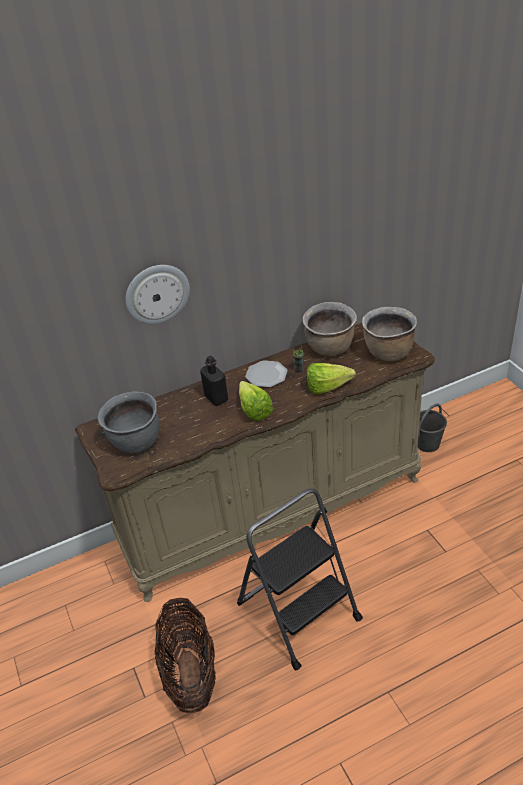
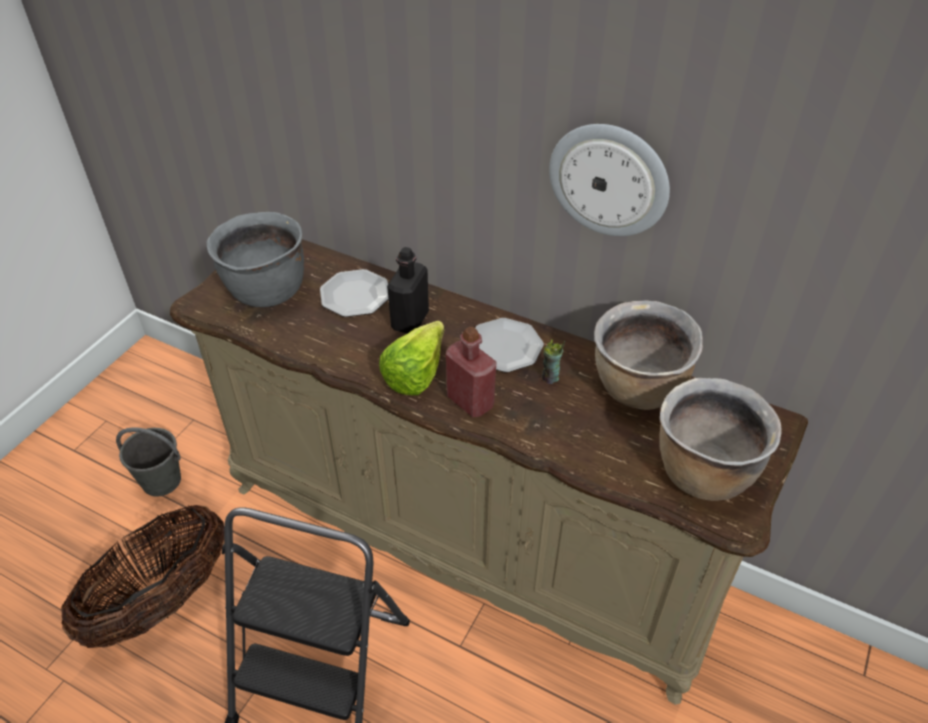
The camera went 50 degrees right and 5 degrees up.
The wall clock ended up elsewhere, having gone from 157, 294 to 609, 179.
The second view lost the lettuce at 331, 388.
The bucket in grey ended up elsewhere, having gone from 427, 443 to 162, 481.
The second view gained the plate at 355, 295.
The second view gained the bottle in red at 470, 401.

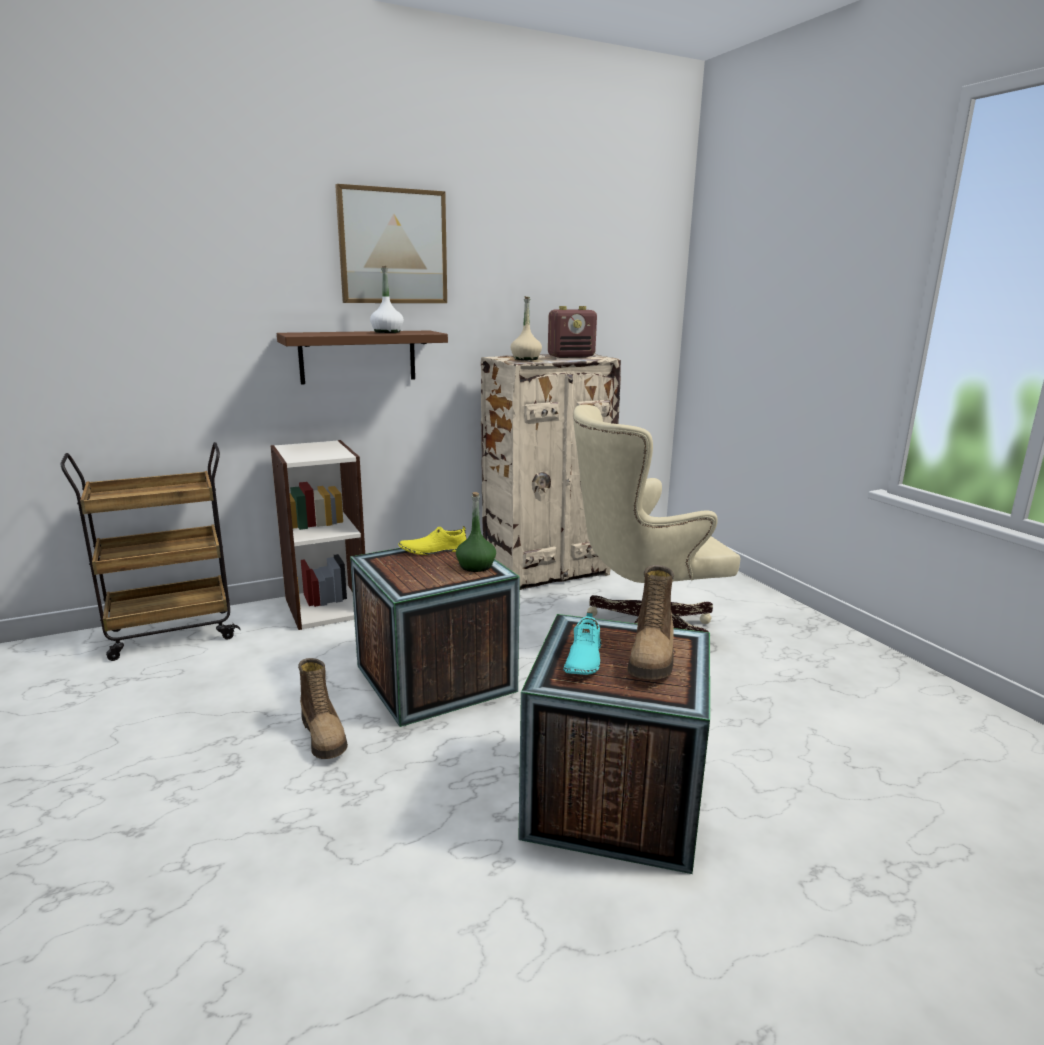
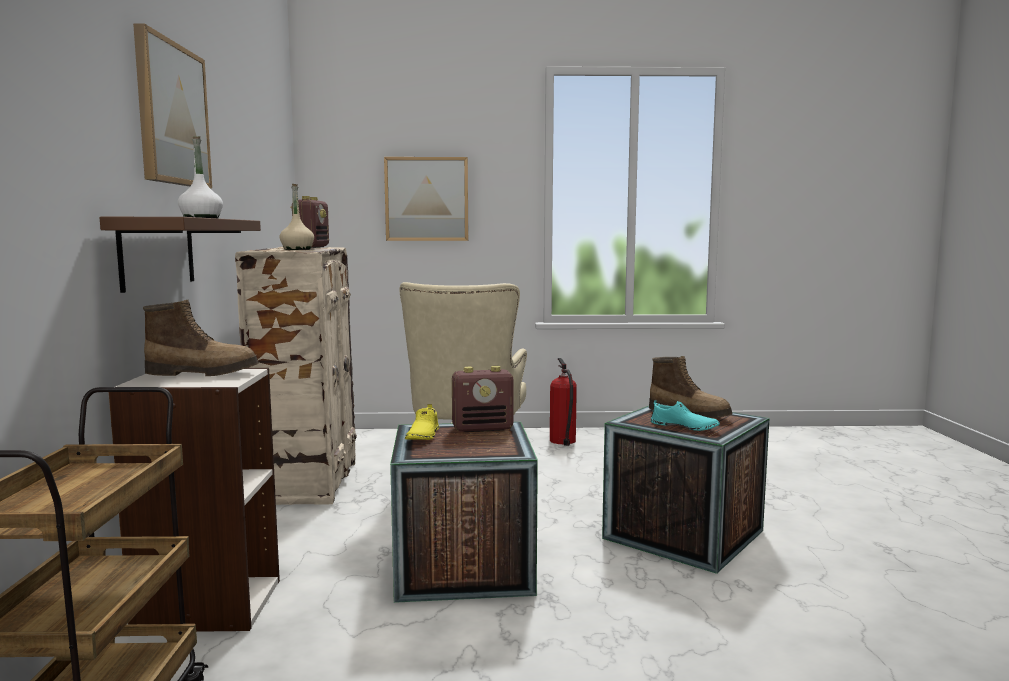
The camera went 65 degrees left and 10 degrees down.
Where the bottle in green stood at 476, 566, the radio came to stand at 483, 428.
The boot ended up elsewhere, having gone from 324, 735 to 203, 373.
The second view gained the picture at 427, 199.
The second view gained the fire extinguisher at 563, 441.

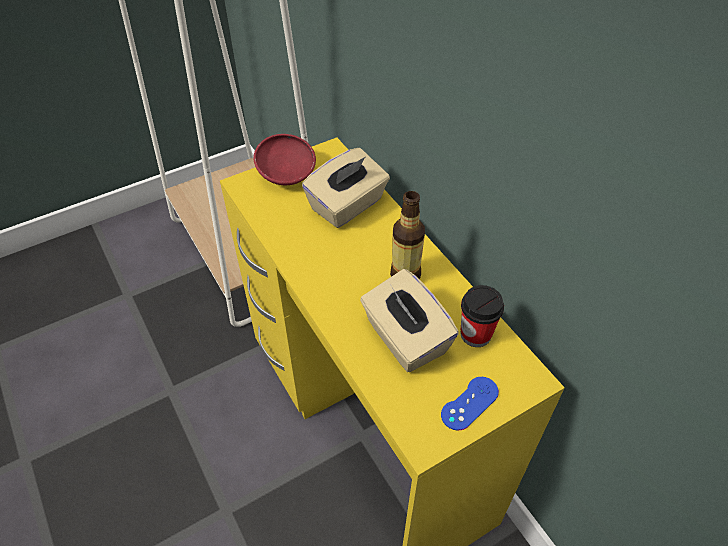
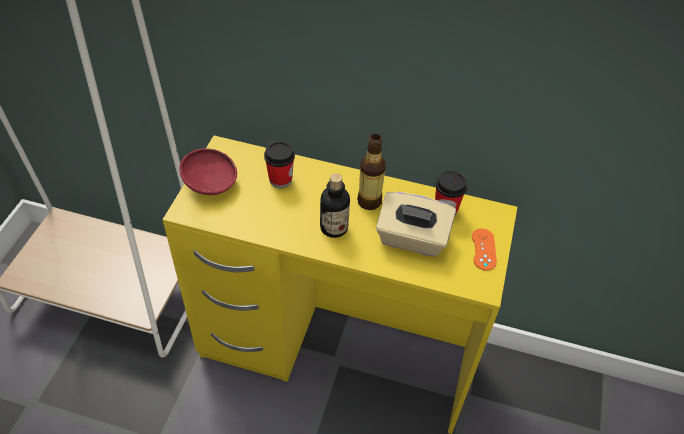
The camera went 45 degrees left and 0 degrees up.
Where the tissue box in beige stood at 347, 206, the cup came to stand at 280, 179.
What was the game controller in blue at 469, 403 turned into the game controller in orange at 483, 249.
The second view gained the bottle at 334, 228.

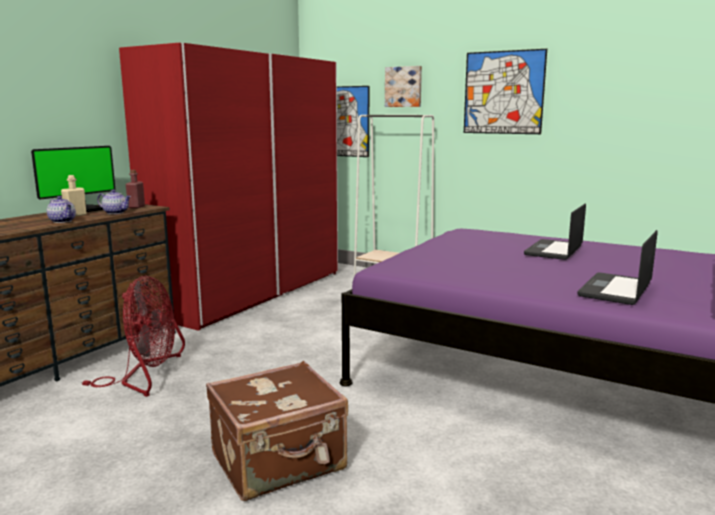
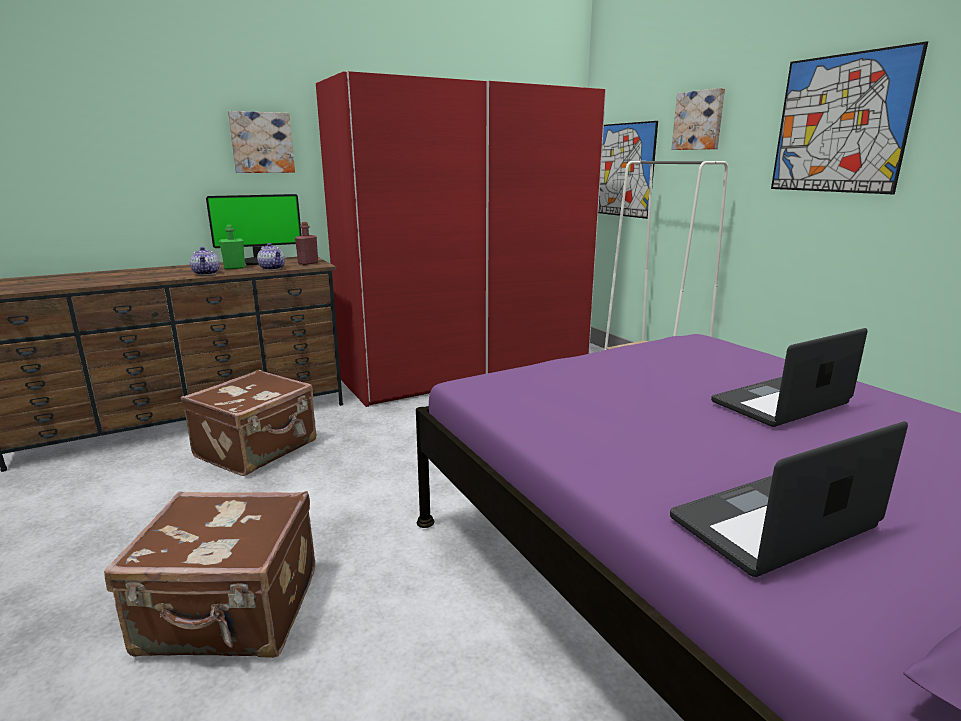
The camera went 30 degrees right and 5 degrees up.
What was the bottle in beige at 75, 215 turned into the bottle in green at 234, 268.
Where the fan in red stood at 144, 376, the suitcase in brown came to stand at 258, 449.
The second view gained the picture at 261, 143.

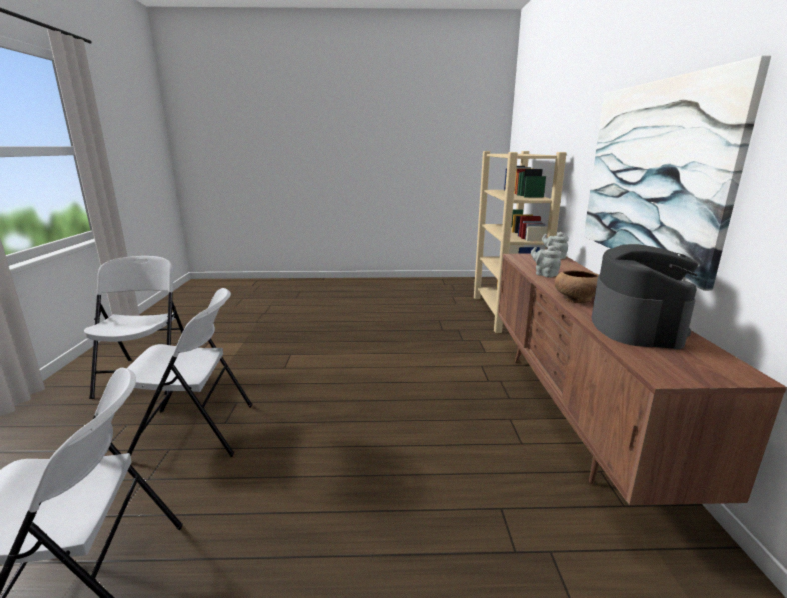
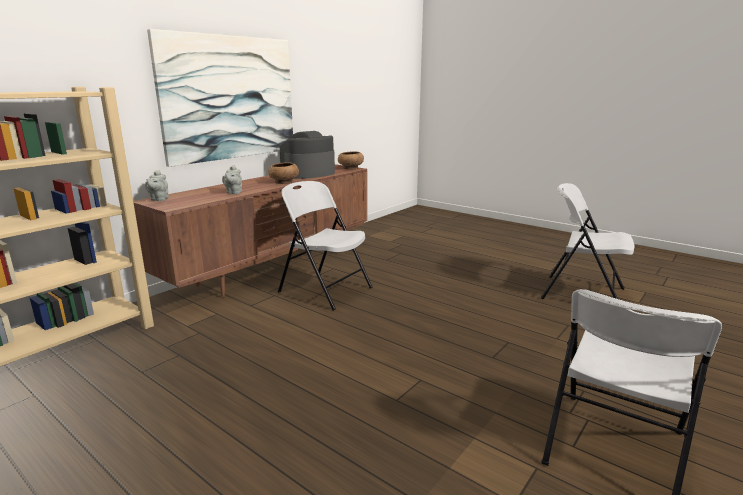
The camera went 140 degrees left and 0 degrees up.
The chair in white ended up elsewhere, having gone from 194, 432 to 325, 289.
The second view gained the bowl in brown at 350, 168.

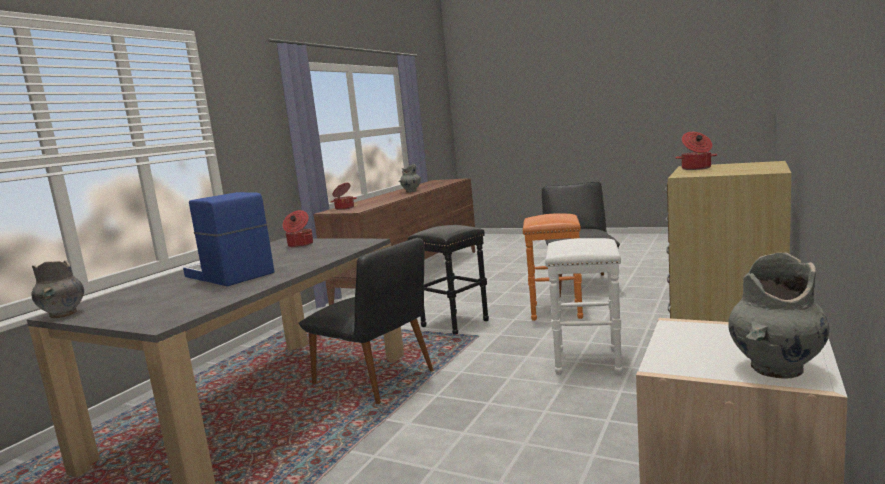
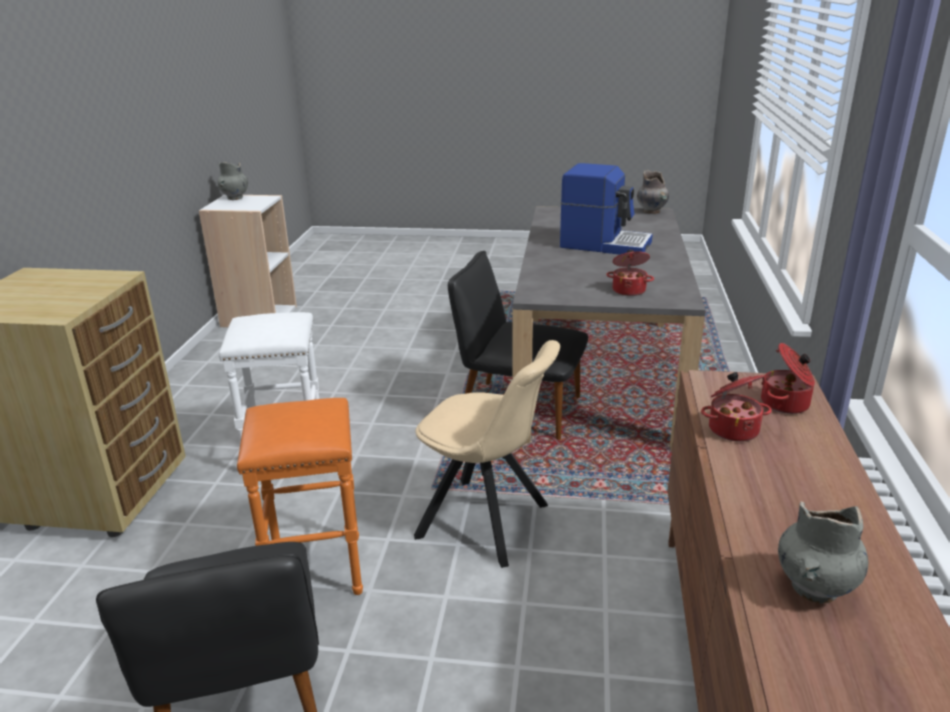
The camera went 160 degrees right and 15 degrees up.
The cooking pot ended up elsewhere, having gone from 696, 168 to 732, 429.
Where the stool in black stood at 454, 322, the chair in beige came to stand at 486, 521.

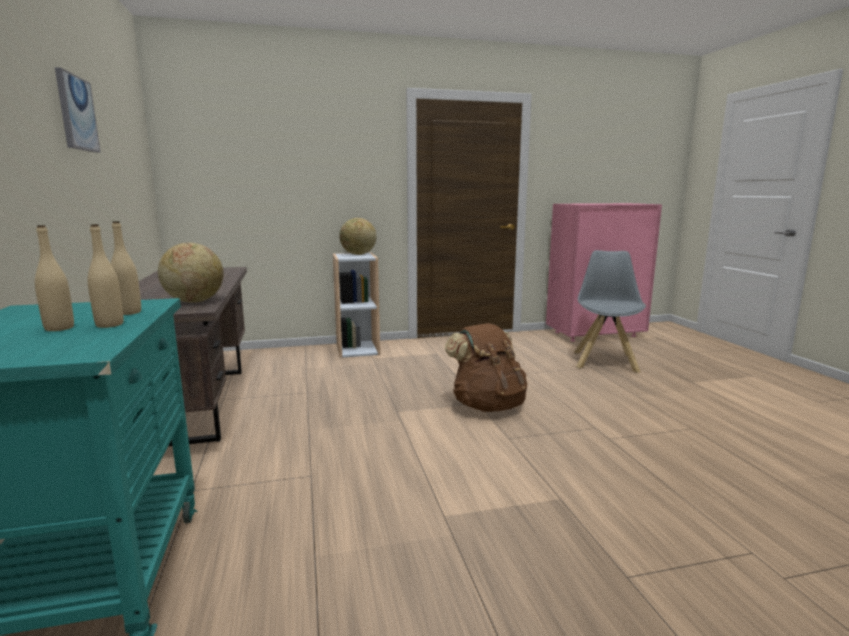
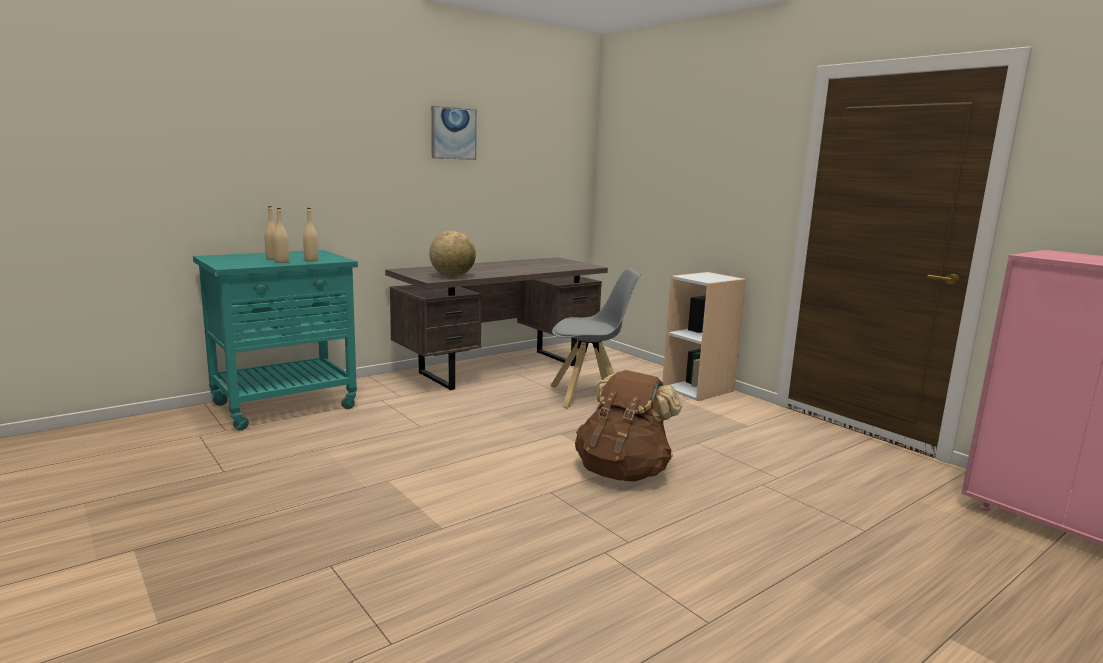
The camera went 65 degrees right and 0 degrees up.
The second view lost the globe at 358, 254.
The chair in grey ended up elsewhere, having gone from 605, 361 to 590, 395.

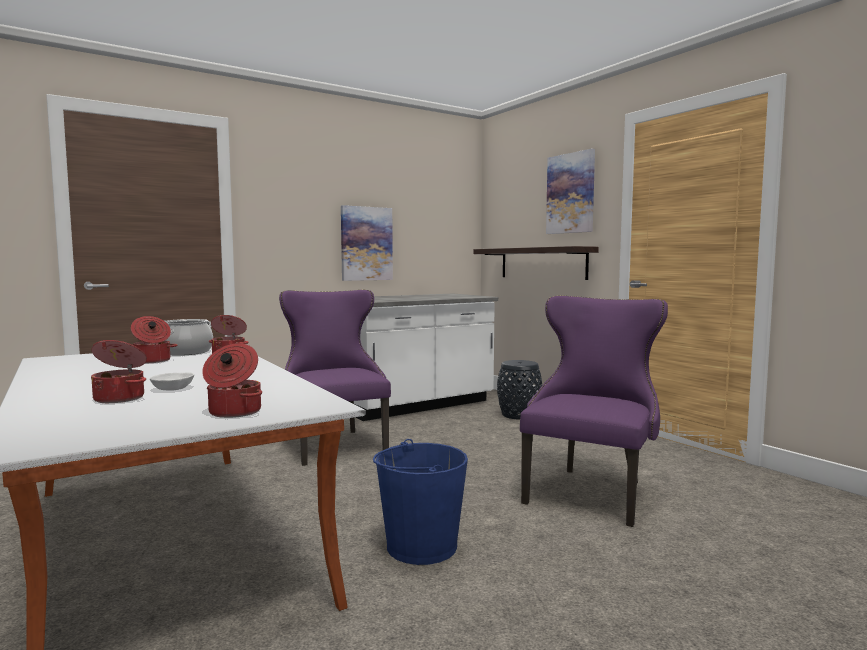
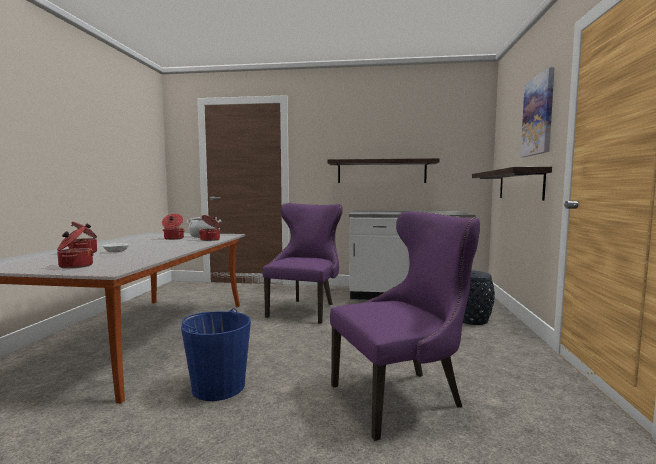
The camera went 40 degrees right and 0 degrees up.
Where the picture hung at 366, 243, the shelf came to hang at 381, 171.

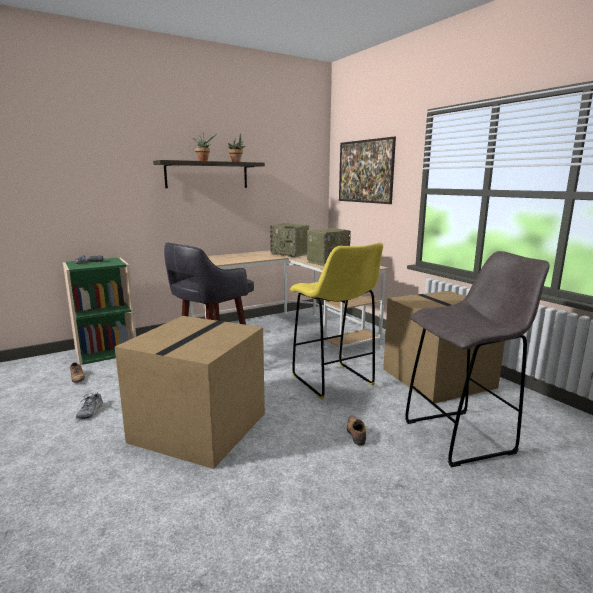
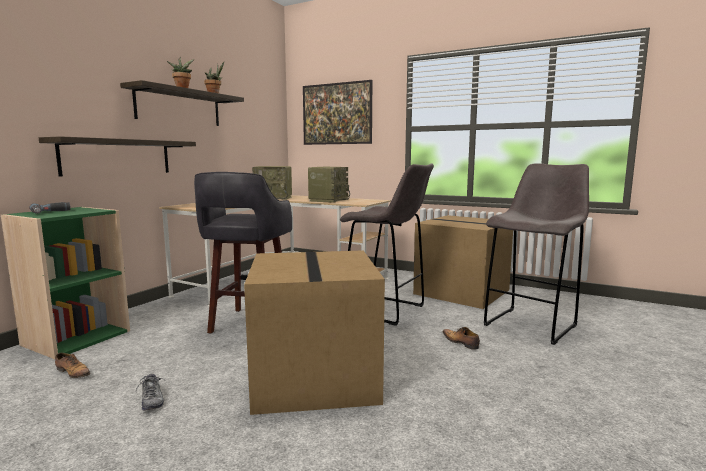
The camera went 30 degrees left and 5 degrees down.
What was the stool in yellow at 333, 381 turned into the stool in grey at 386, 310.
The second view gained the shelf at 117, 157.

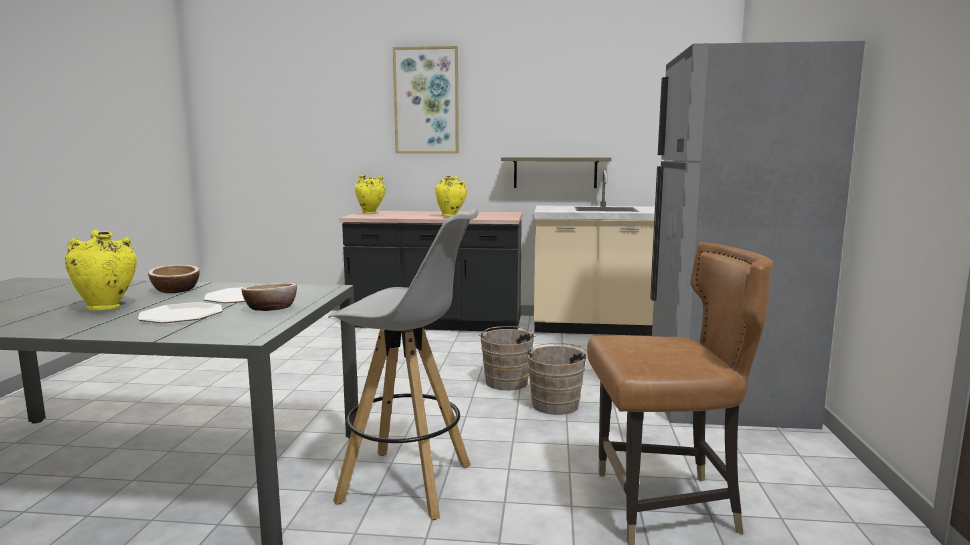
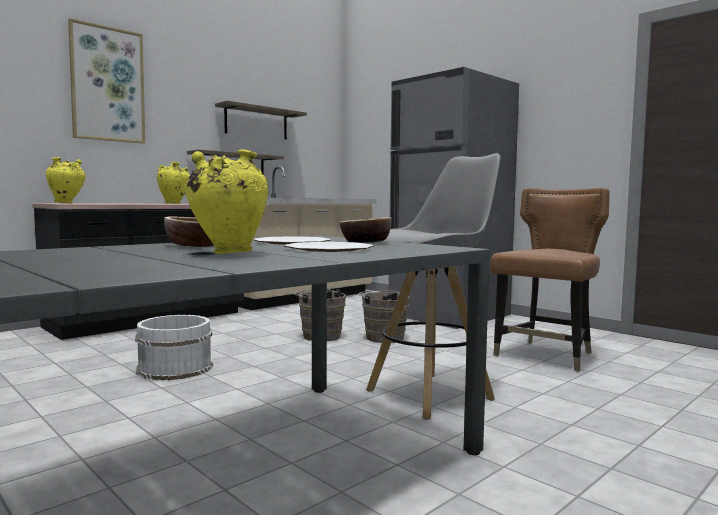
The camera went 50 degrees left and 5 degrees down.
The second view gained the shelf at 256, 123.
The second view gained the bucket in white at 174, 368.

